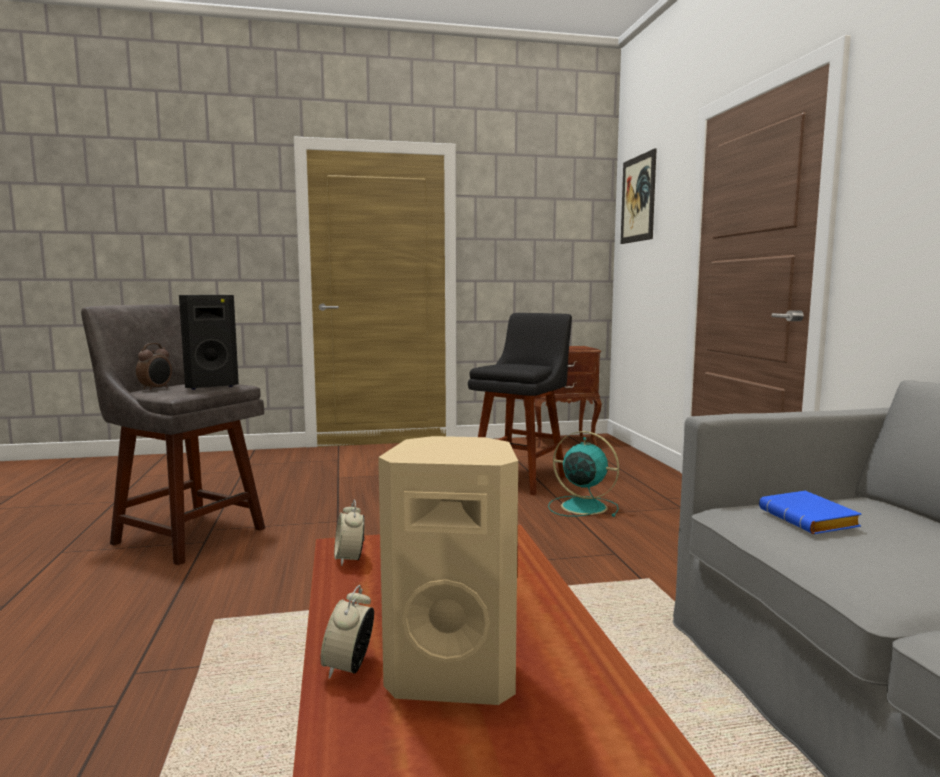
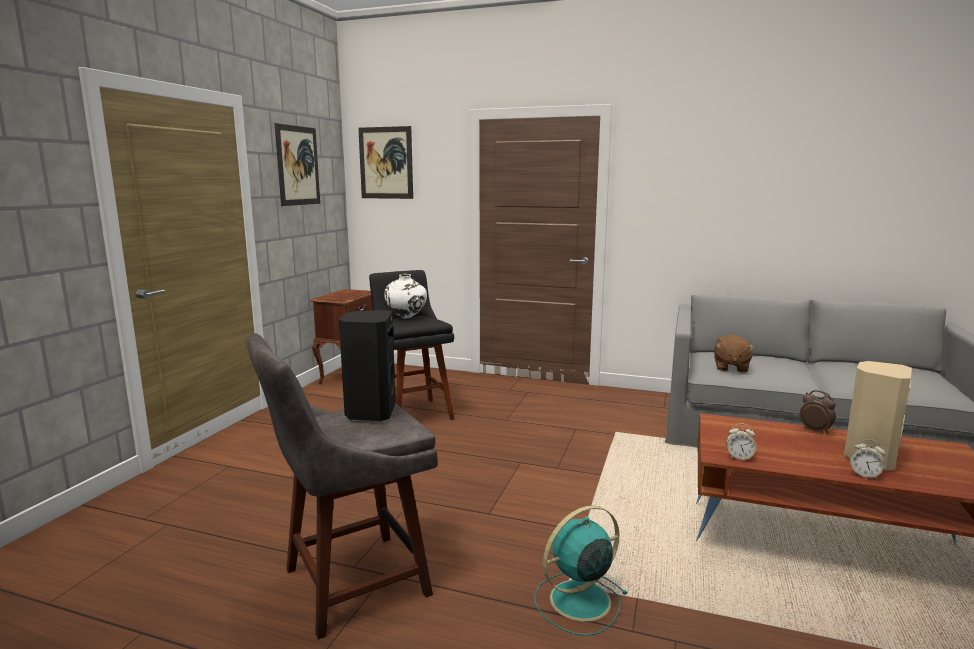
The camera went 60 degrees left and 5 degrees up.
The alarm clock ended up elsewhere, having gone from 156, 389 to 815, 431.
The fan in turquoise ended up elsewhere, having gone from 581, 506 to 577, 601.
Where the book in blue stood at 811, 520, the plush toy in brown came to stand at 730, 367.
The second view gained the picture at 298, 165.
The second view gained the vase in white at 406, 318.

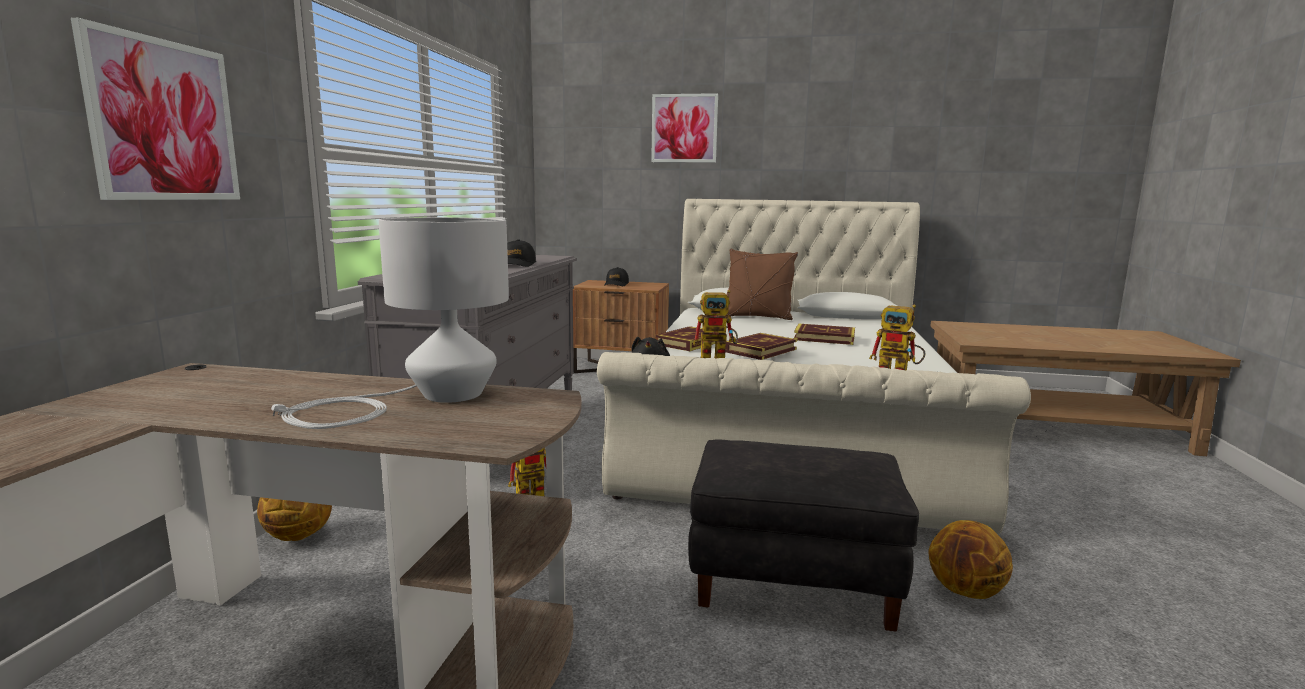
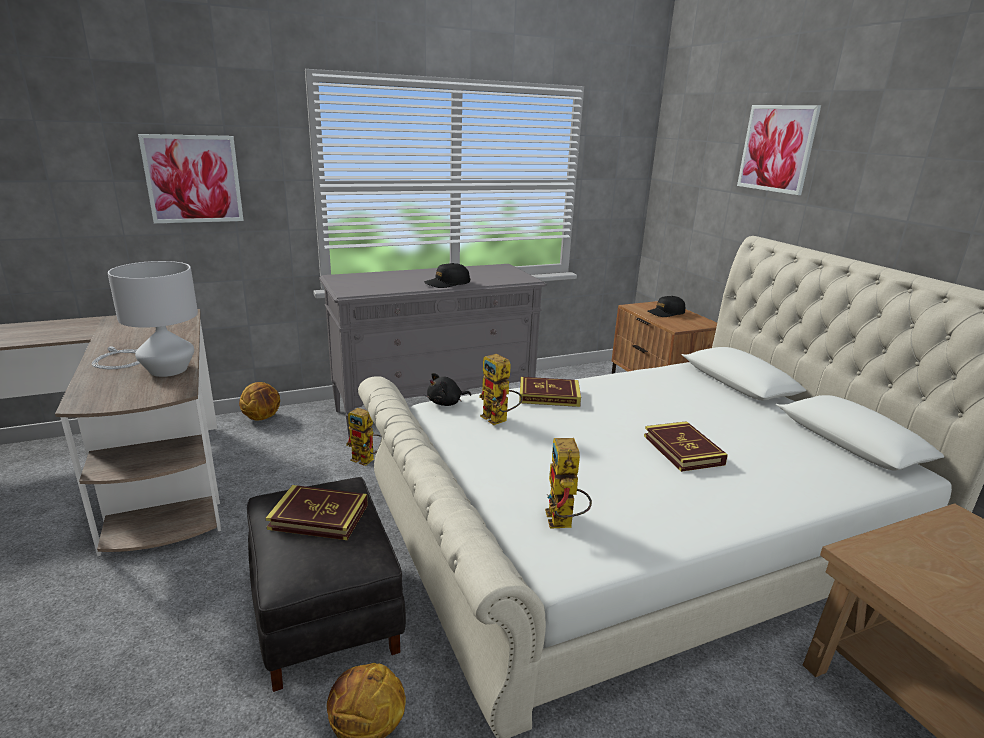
The camera went 55 degrees right and 10 degrees up.
The second view lost the pillow in brown at 757, 317.
The book ended up elsewhere, having gone from 760, 350 to 319, 517.

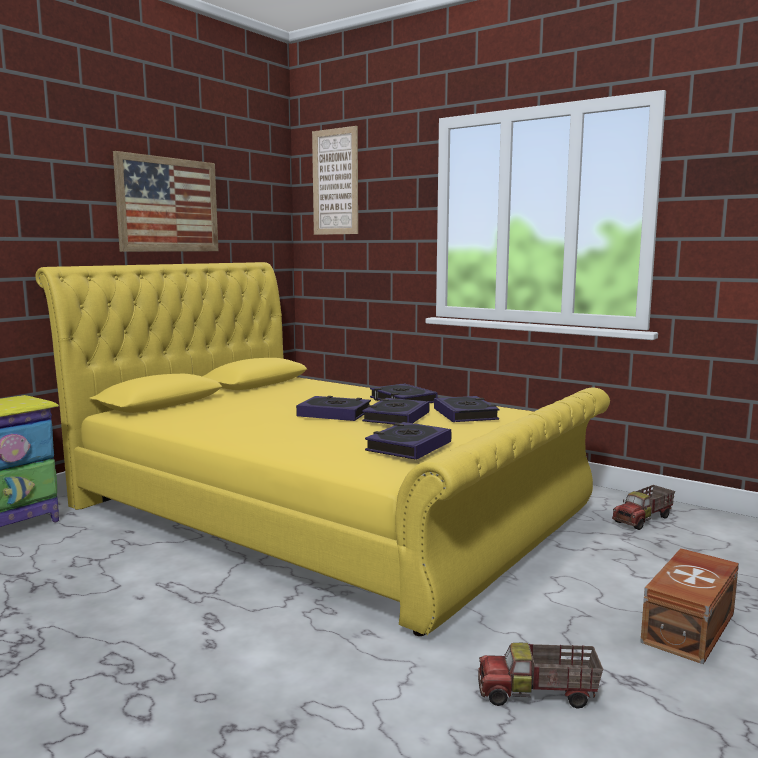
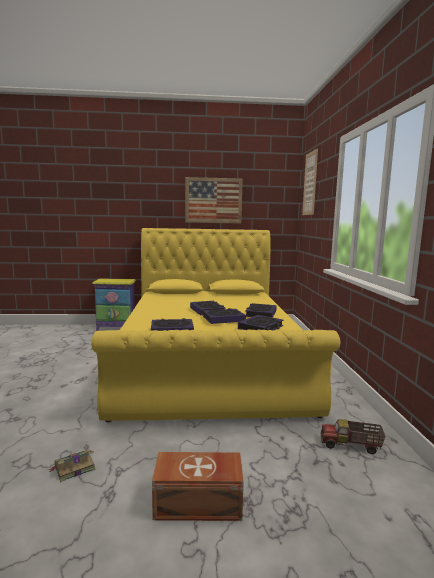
The camera went 50 degrees right and 0 degrees up.
Where the toy truck stood at 537, 695, the book came to stand at 73, 468.

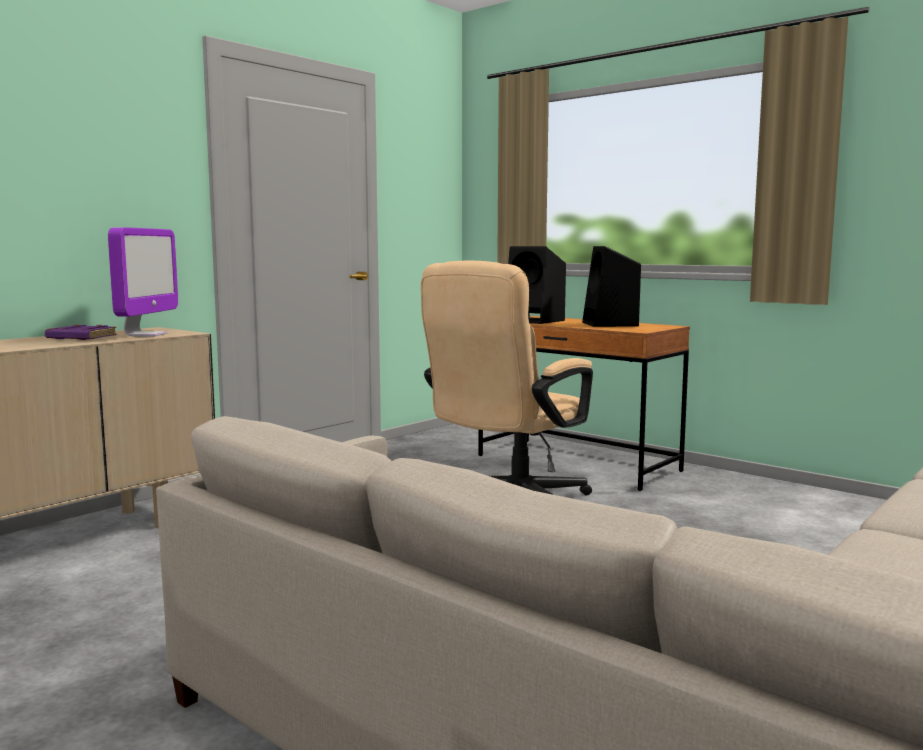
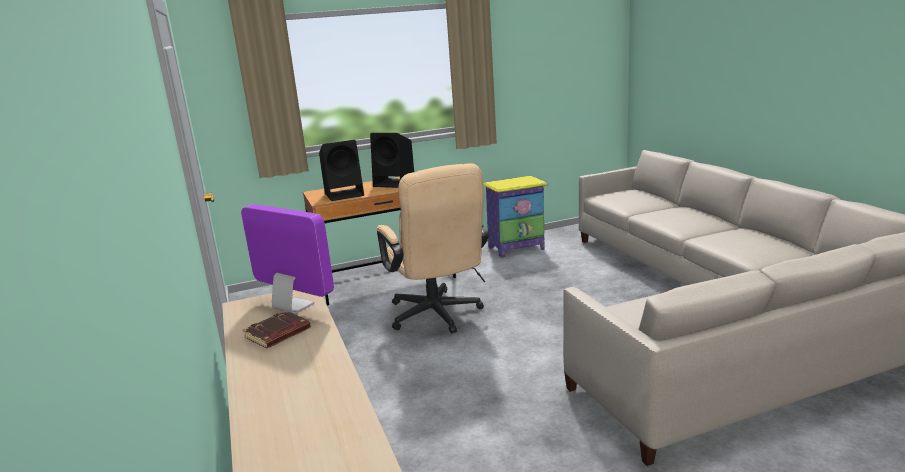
The camera went 60 degrees left and 10 degrees up.
What was the book in purple at 80, 338 turned into the book in brown at 277, 334.
The second view gained the nightstand at 518, 249.

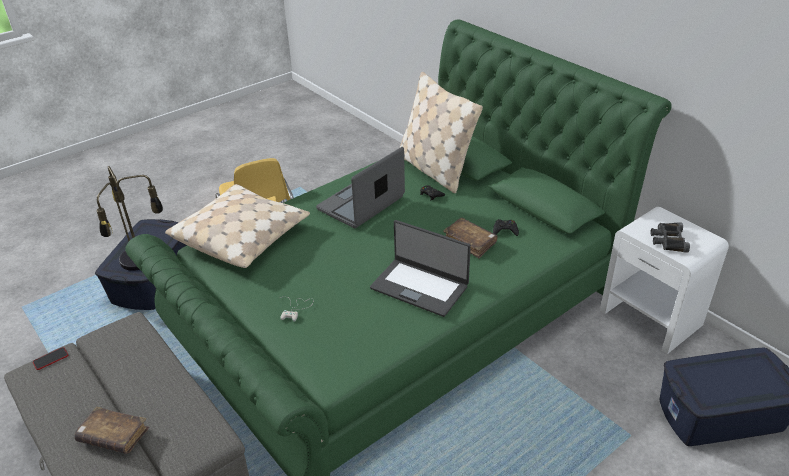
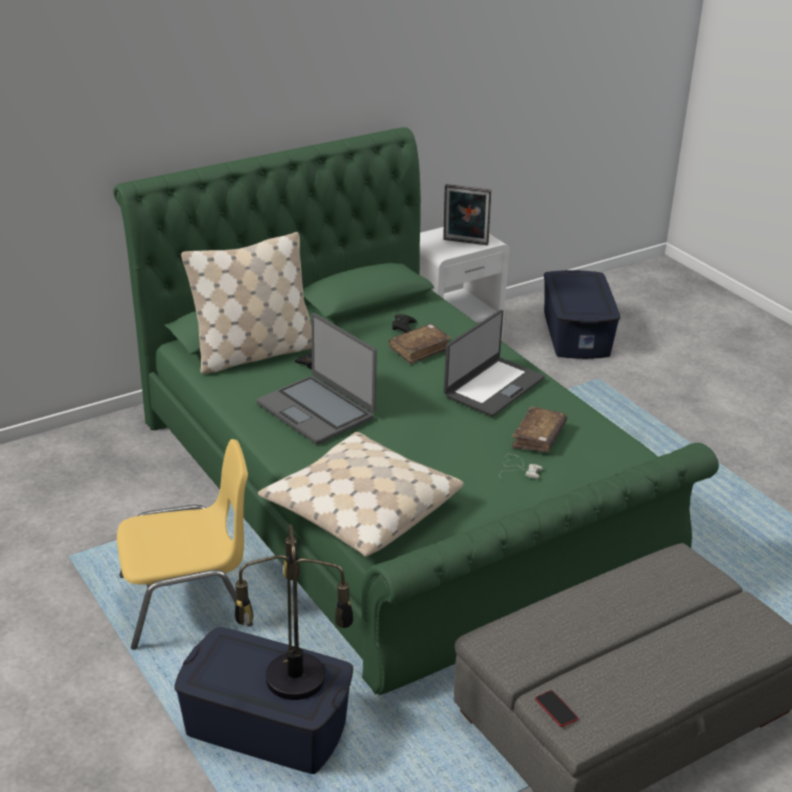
The camera went 85 degrees left and 5 degrees down.
Where the binoculars in black stood at 668, 240, the picture frame came to stand at 465, 243.
The book in brown ended up elsewhere, having gone from 114, 436 to 538, 437.

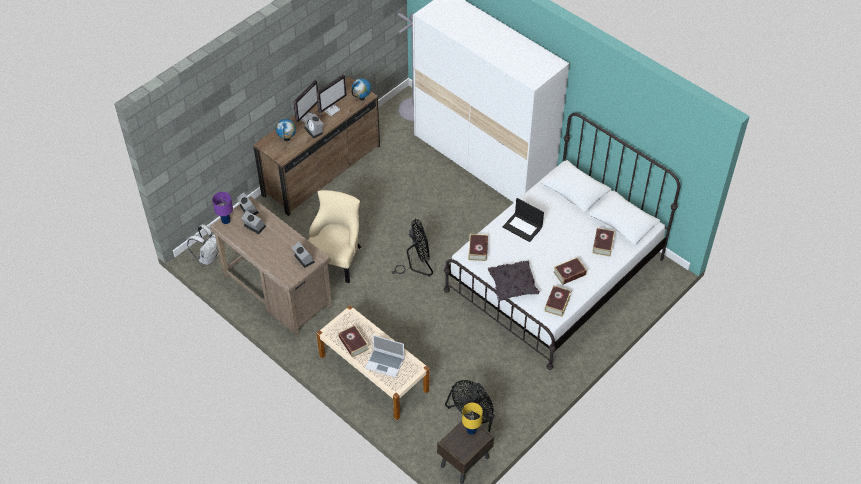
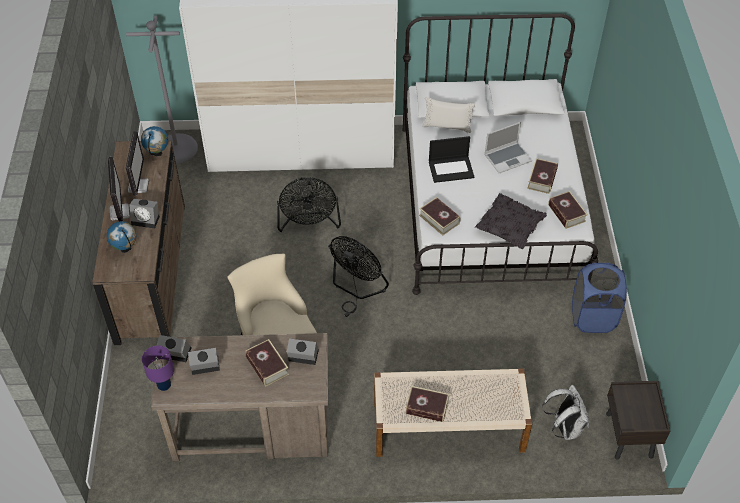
The camera went 45 degrees left and 0 degrees up.
The backpack in white ended up elsewhere, having gone from 208, 257 to 564, 427.
The book ended up elsewhere, having gone from 603, 244 to 267, 366.
The laptop ended up elsewhere, having gone from 385, 363 to 508, 158.
The fan in black ended up elsewhere, having gone from 473, 413 to 306, 220.
The second view lost the table lamp in yellow at 471, 431.
The second view gained the pillow in white at 447, 126.
The second view gained the laundry basket in blue at 593, 317.

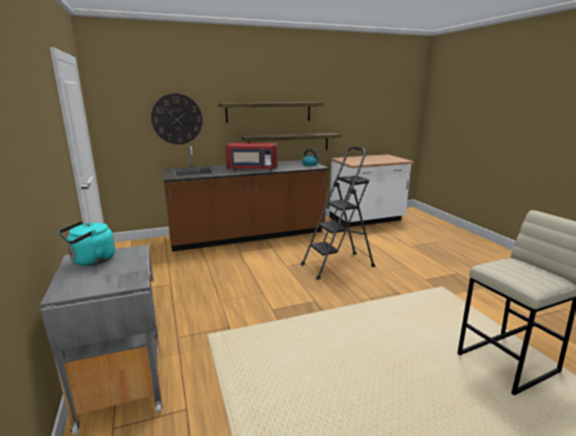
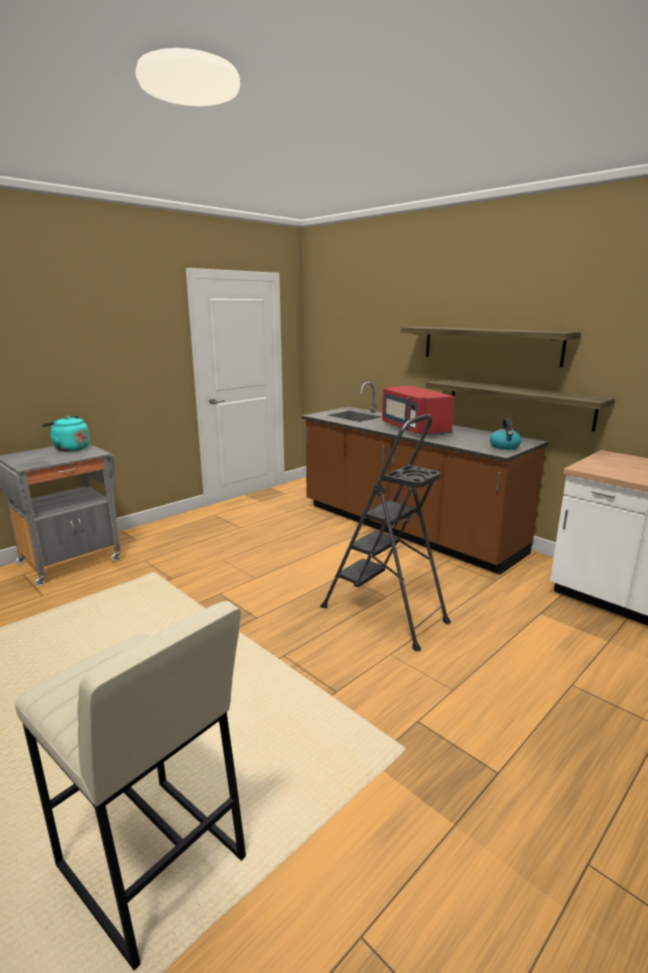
The camera went 65 degrees right and 0 degrees up.
The second view lost the wall clock at 177, 119.

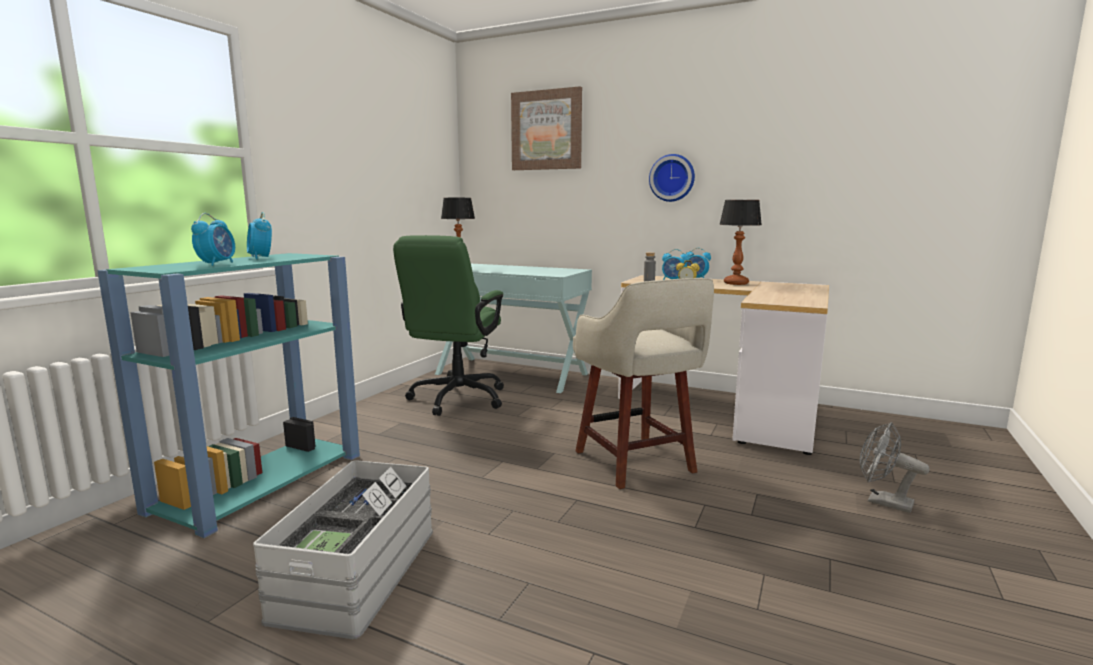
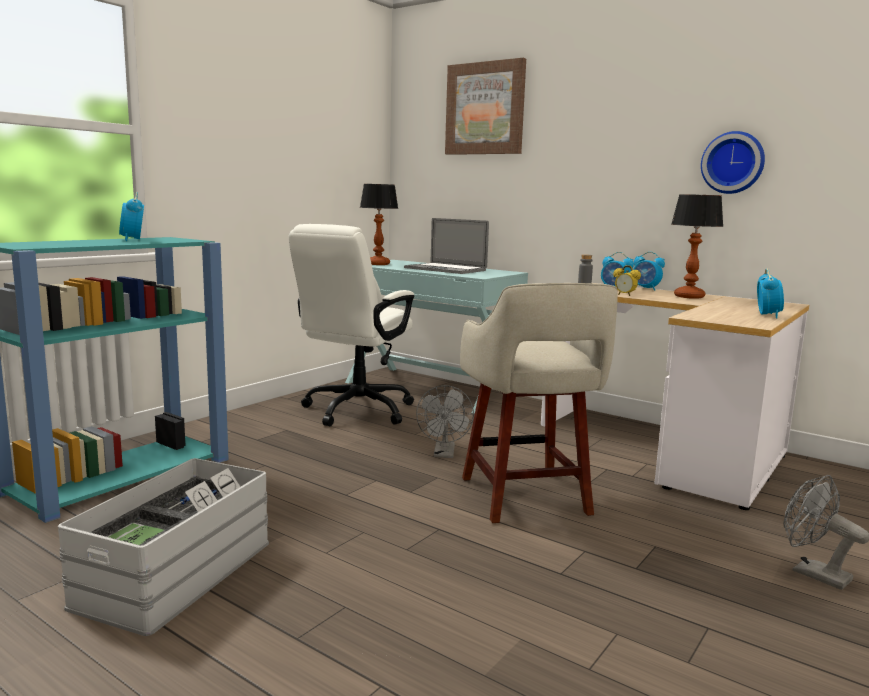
The camera went 10 degrees right and 0 degrees up.
The wall clock ended up elsewhere, having gone from 672, 178 to 733, 163.
The alarm clock ended up elsewhere, having gone from 217, 264 to 767, 315.
What was the office chair in green at 456, 400 turned into the office chair in white at 355, 412.
The second view gained the laptop at 445, 269.
The second view gained the fan in grey at 444, 454.

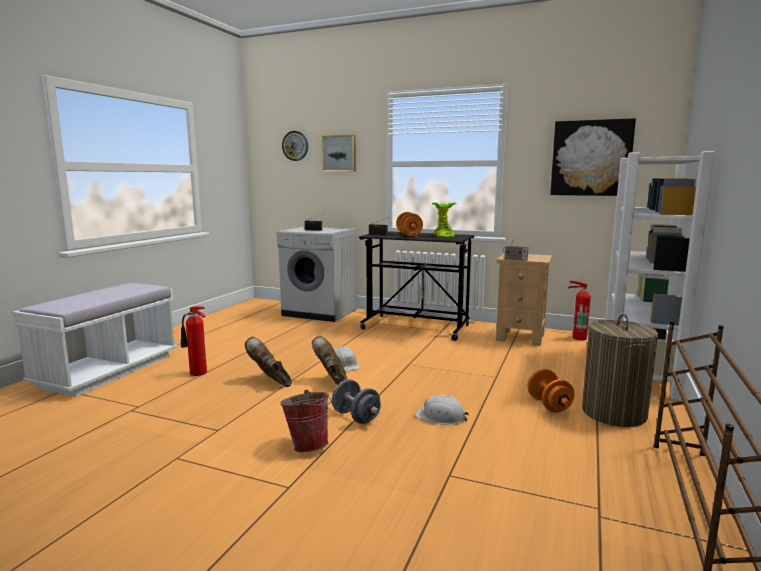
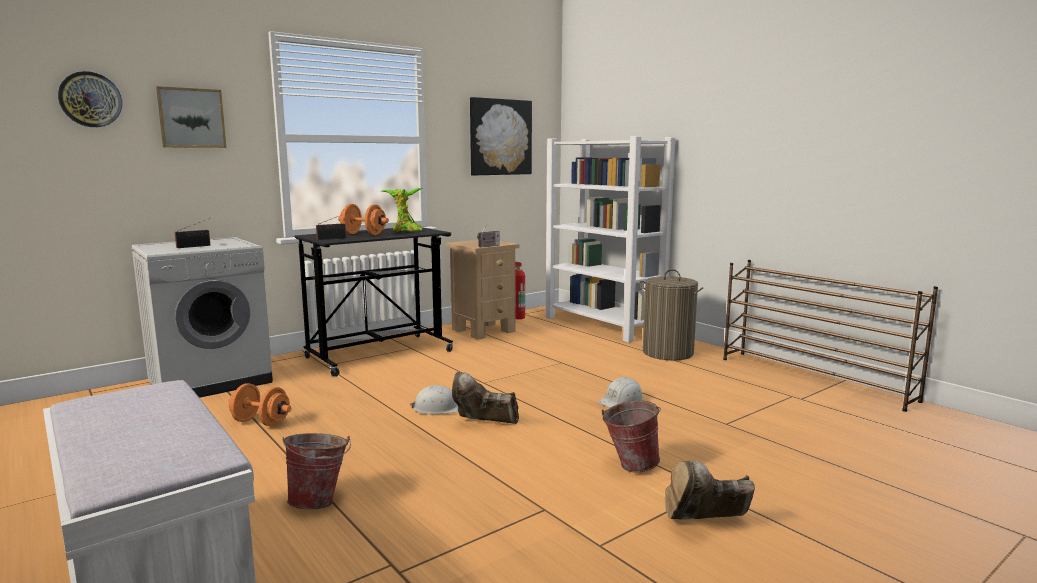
The camera went 60 degrees left and 0 degrees up.
Where the fire extinguisher stood at 197, 373, the bucket came to stand at 320, 501.
The boot in brown ended up elsewhere, having gone from 270, 381 to 704, 524.
The dumbbell in orange ended up elsewhere, having gone from 549, 405 to 261, 422.
The second view lost the dumbbell in grey at 356, 417.

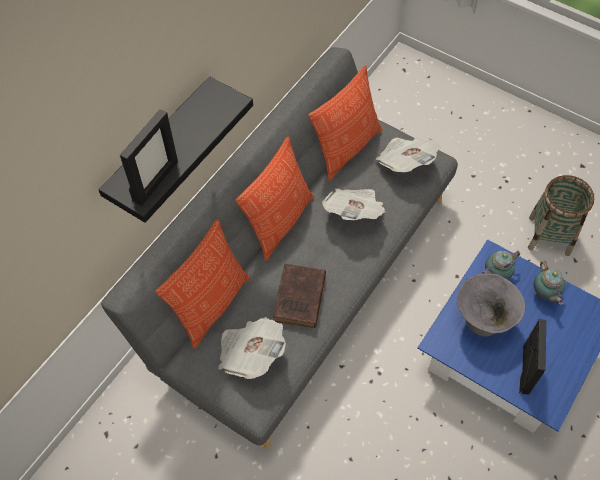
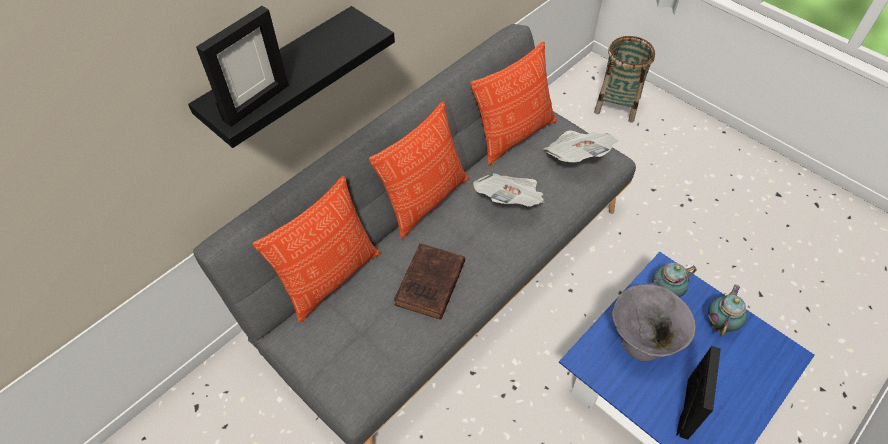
The camera went 10 degrees right and 5 degrees down.
The basket ended up elsewhere, having gone from 549, 235 to 617, 105.
The teapot at 544, 294 ended up facing another way, 150 degrees counterclockwise from before.
The second view lost the newspaper at 250, 354.

